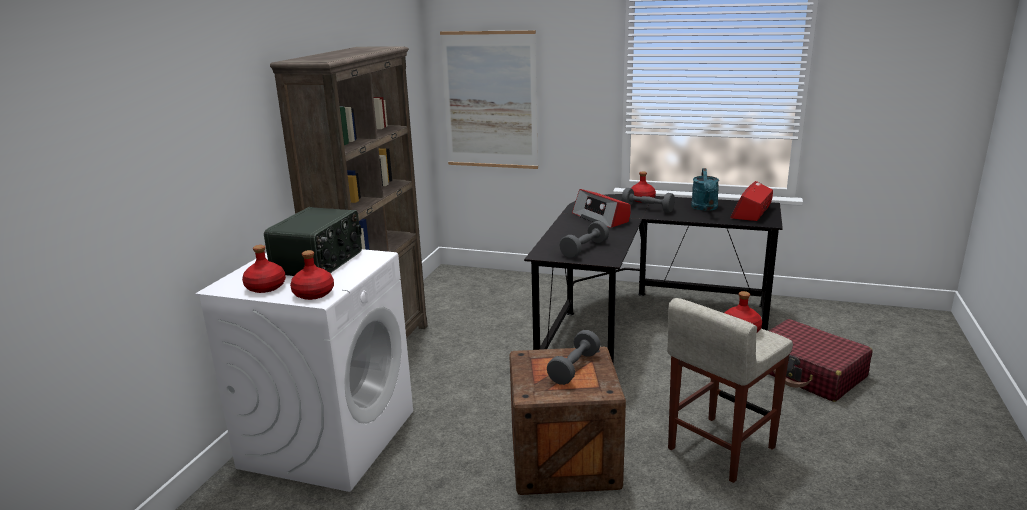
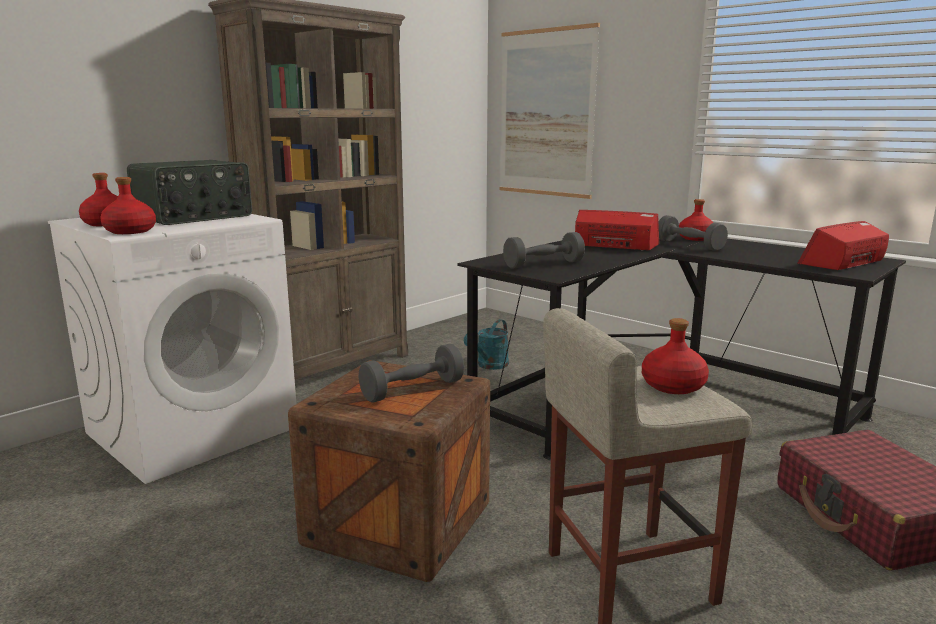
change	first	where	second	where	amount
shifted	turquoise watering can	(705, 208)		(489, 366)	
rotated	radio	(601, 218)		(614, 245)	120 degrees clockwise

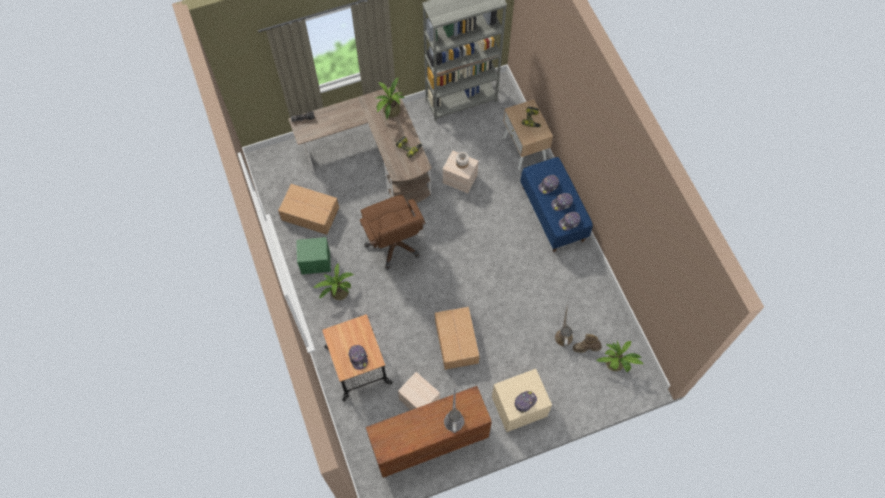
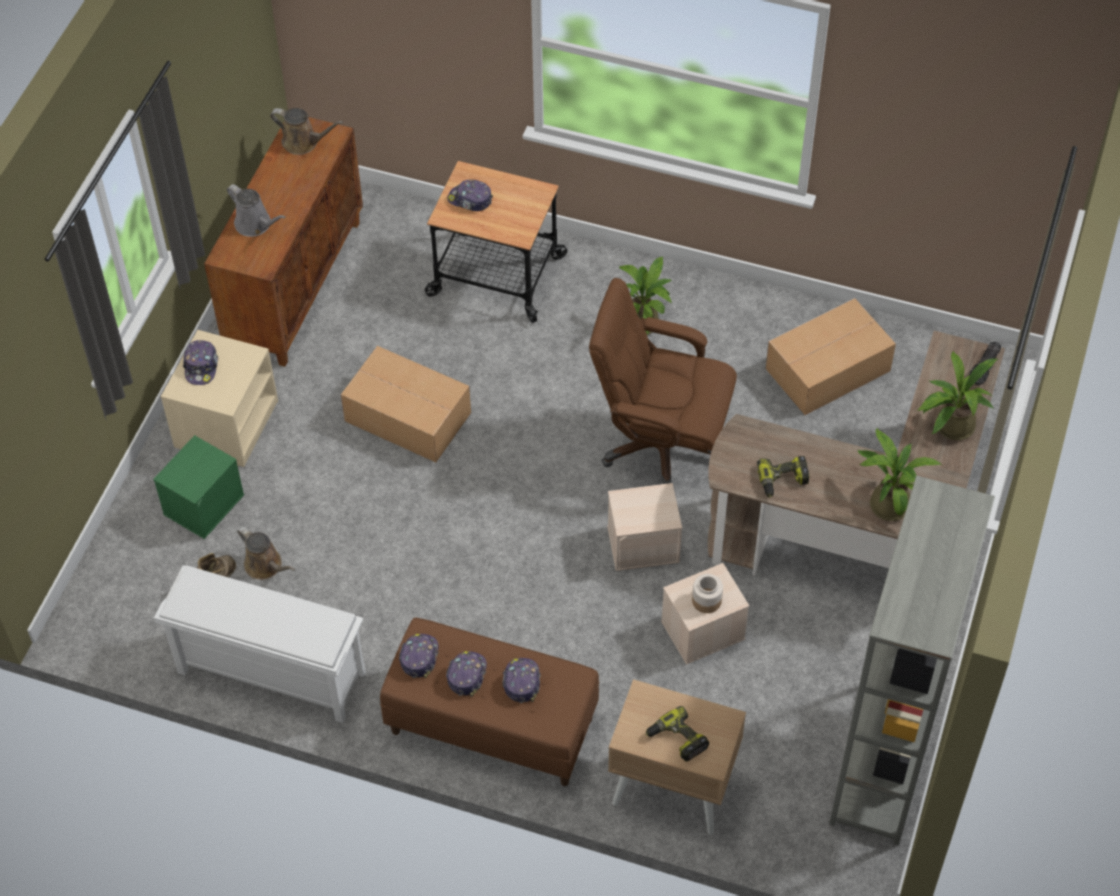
change	first	where	second	where	amount
shifted	green storage box	(315, 262)		(203, 503)	
new			white shoe rack	(269, 673)	
new			brown watering can	(303, 142)	
repainted	blue bench	(553, 214)	brown bench	(491, 726)	
shifted	beige storage box	(418, 400)		(644, 543)	
shifted	potted plant	(616, 364)		(949, 427)	

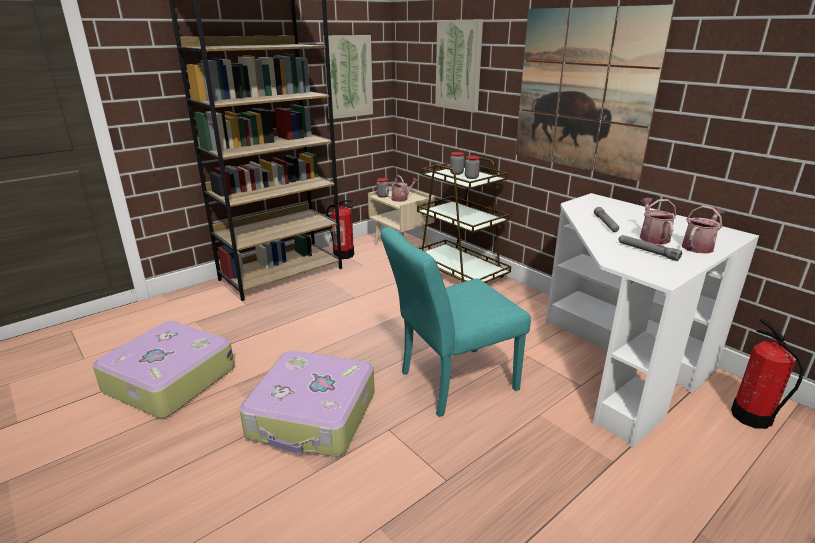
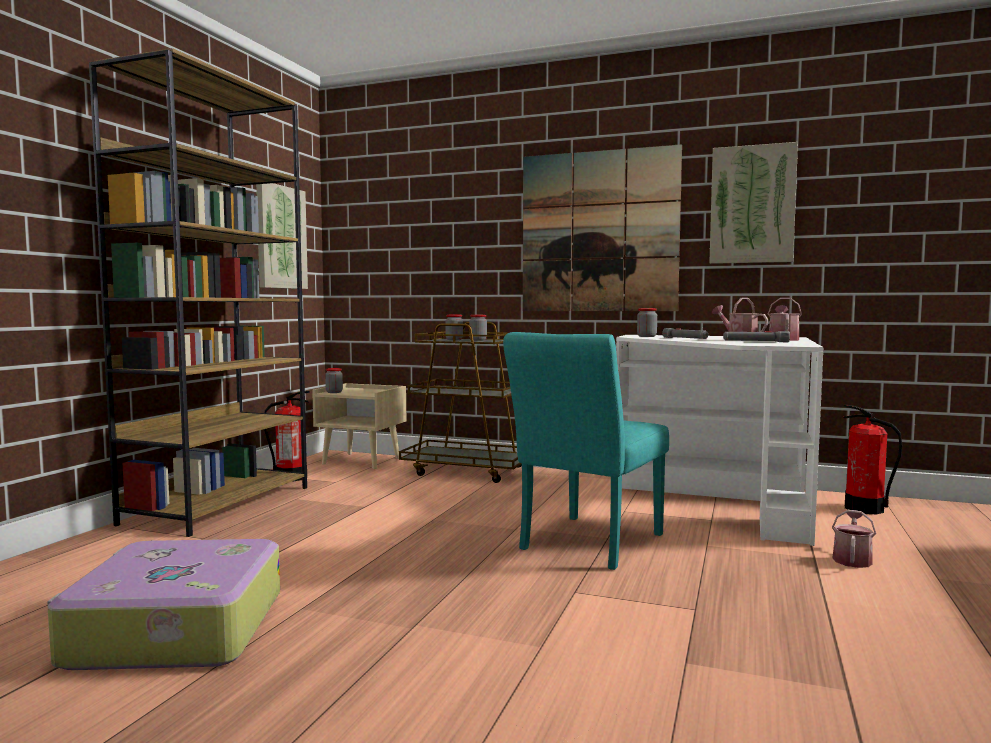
change	first	where	second	where	amount
new			jar	(646, 336)	
shifted	picture	(459, 65)		(752, 205)	
shifted	watering can	(401, 198)		(852, 559)	
gone	suitcase	(313, 416)			

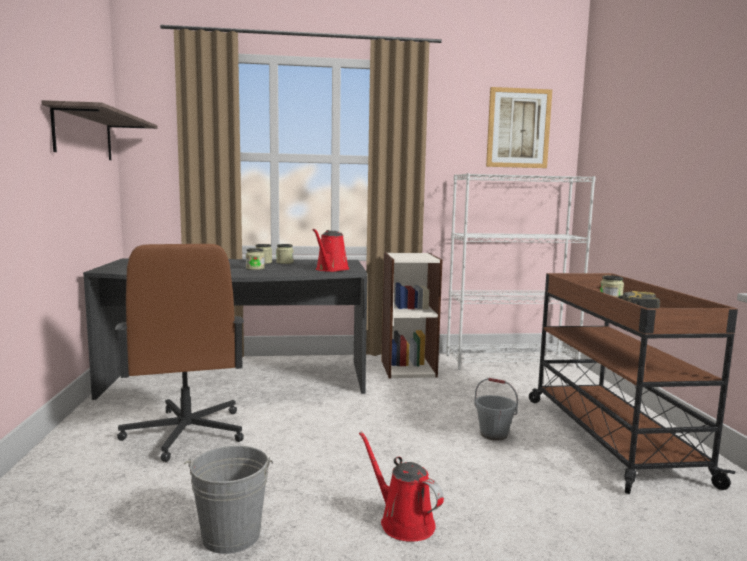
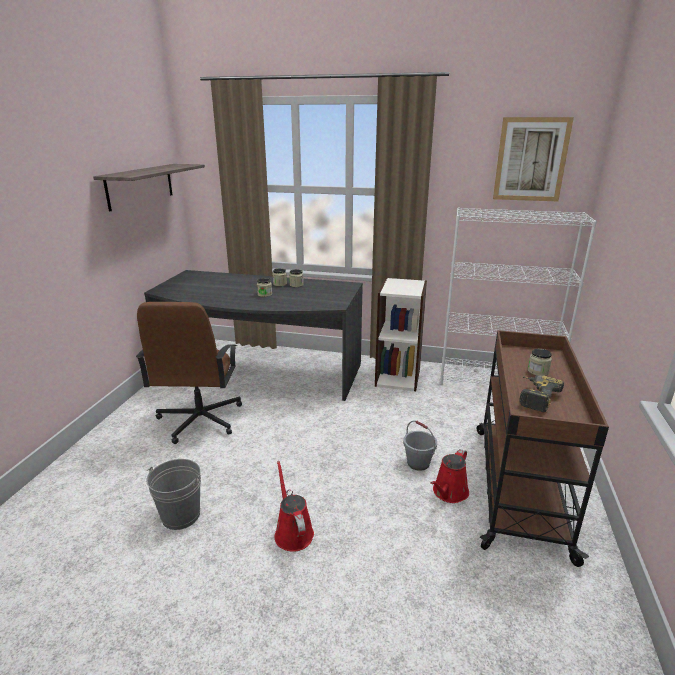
change	first	where	second	where	amount
shifted	red watering can	(331, 269)		(449, 493)	

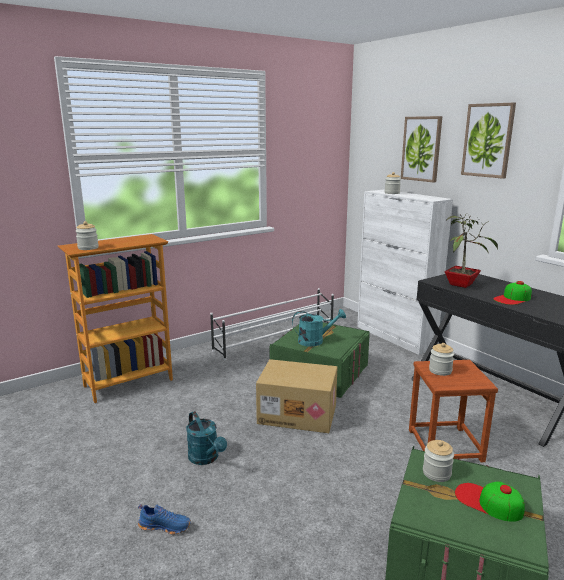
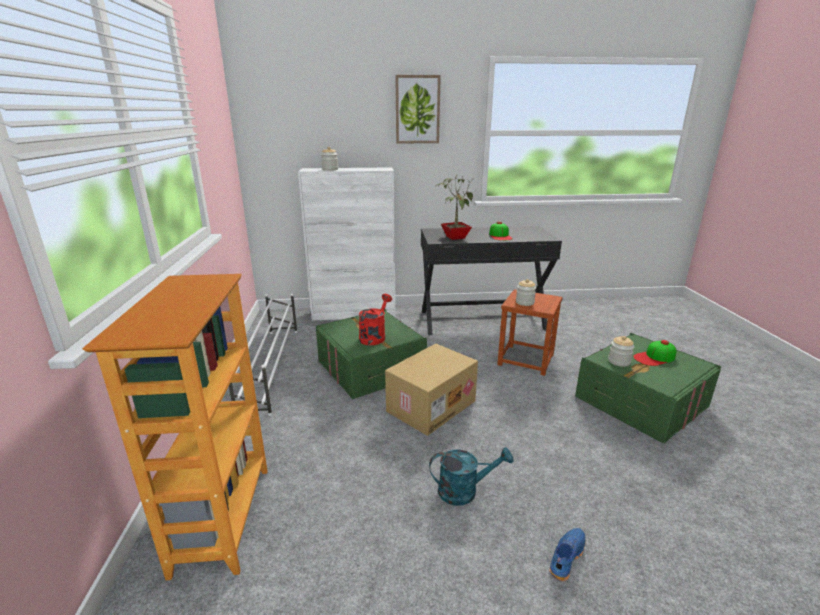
change	first	where	second	where	amount
repainted	turquoise watering can	(315, 341)	red watering can	(374, 336)	
gone	jar	(88, 248)			
gone	picture	(421, 149)			

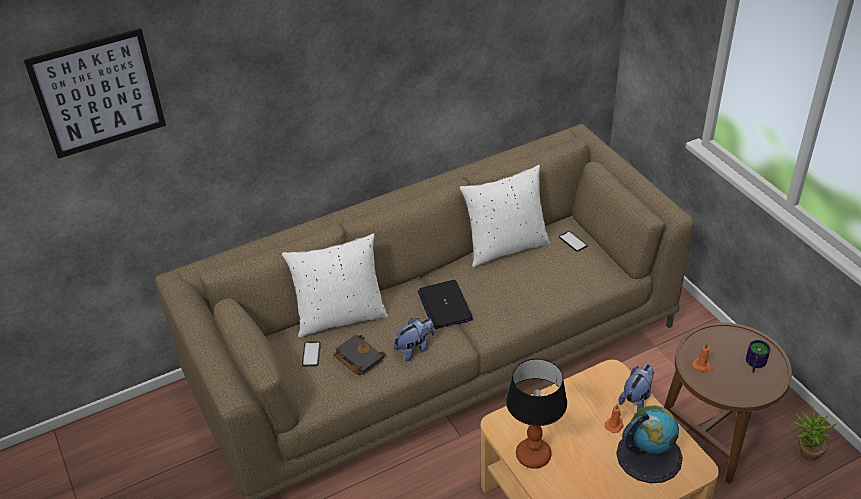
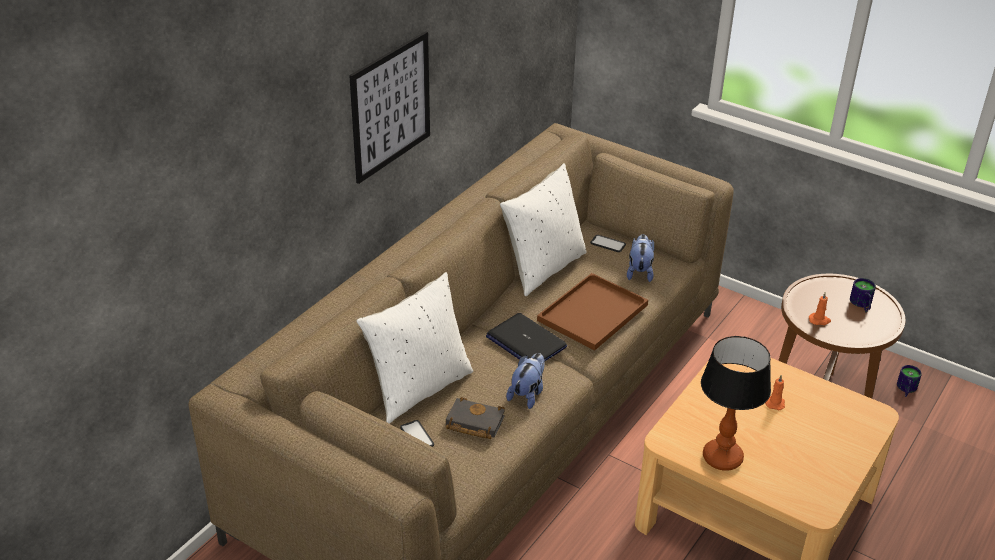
change	first	where	second	where	amount
shifted	picture	(98, 93)		(391, 106)	
new			brown tray	(593, 311)	
shifted	plush toy	(636, 398)		(639, 272)	
swapped	potted plant	(805, 452)	mug	(905, 389)	
gone	globe	(649, 455)			

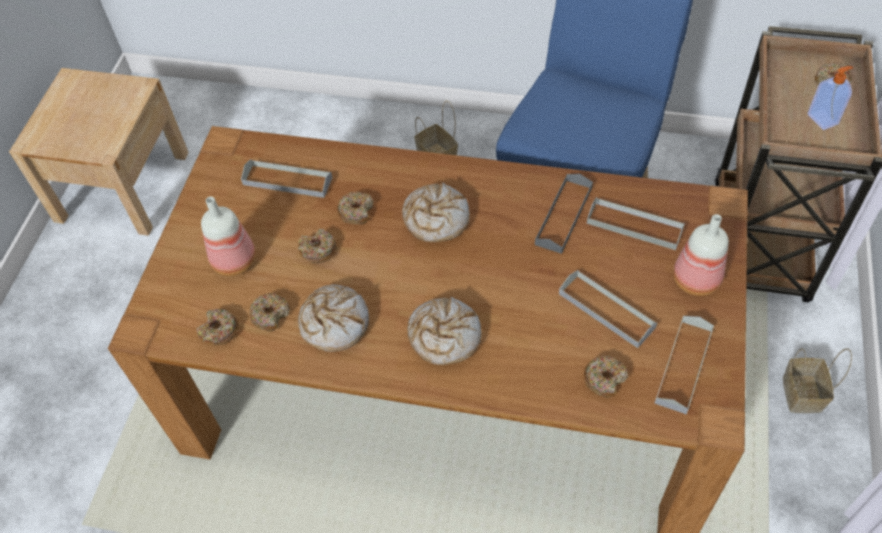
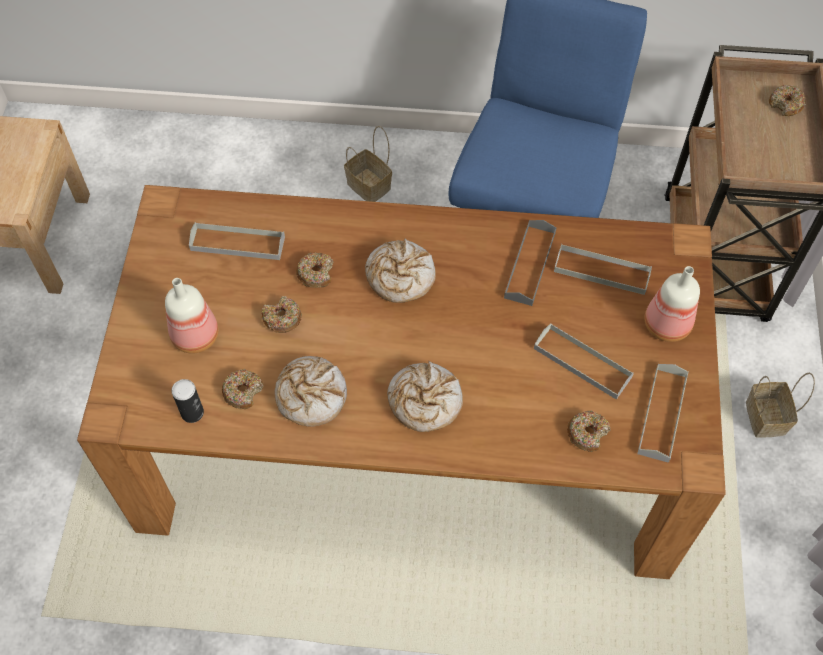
change	first	where	second	where	amount
swapped	donut	(219, 331)	can	(192, 412)	
gone	soap dispenser	(823, 119)			

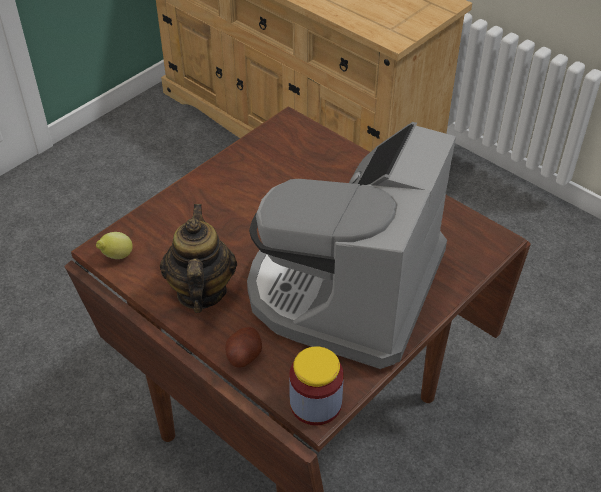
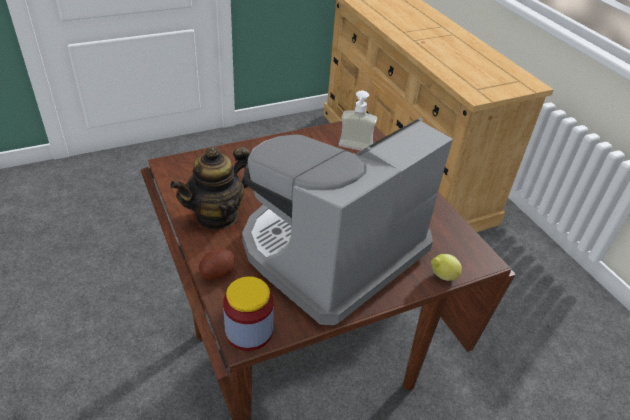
change	first	where	second	where	amount
rotated	teapot	(200, 291)		(217, 215)	150 degrees counterclockwise
new			soap dispenser	(354, 150)	
shifted	lemon	(116, 256)		(442, 277)	

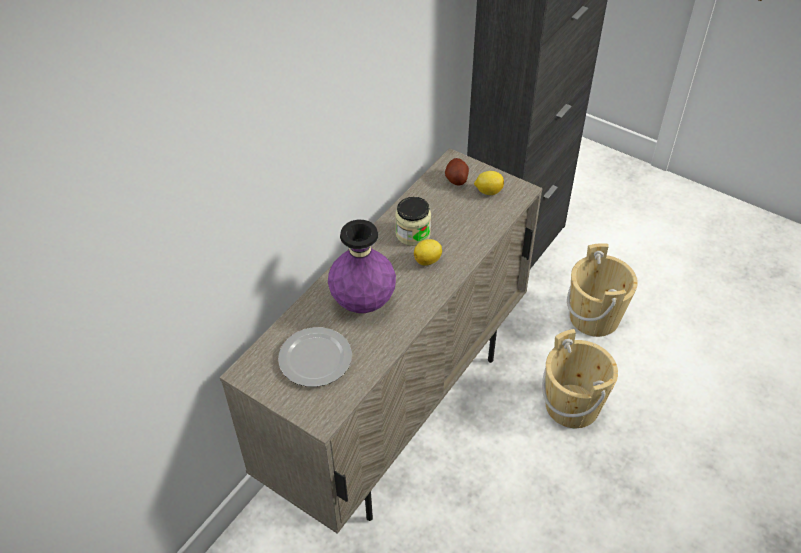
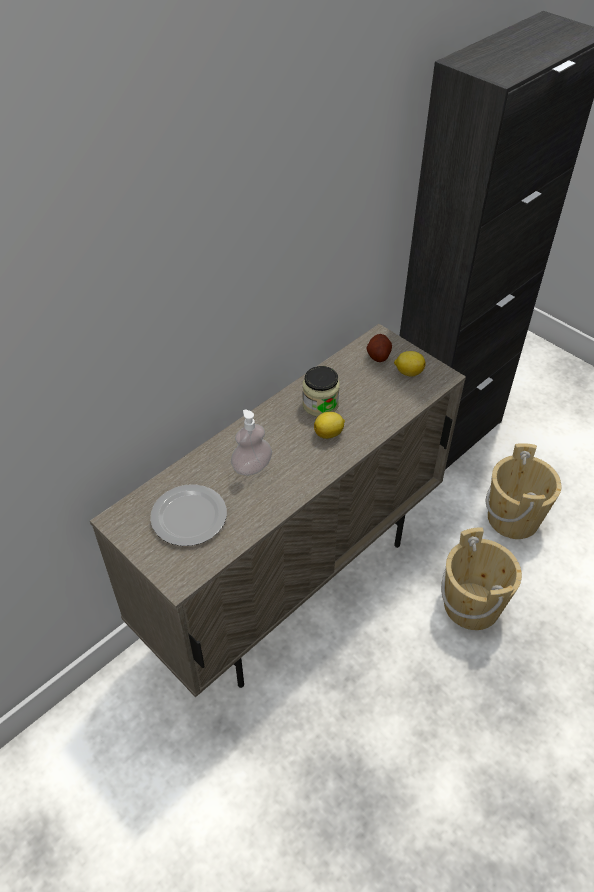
change	first	where	second	where	amount
swapped	purple vase	(363, 303)	soap dispenser	(252, 467)	

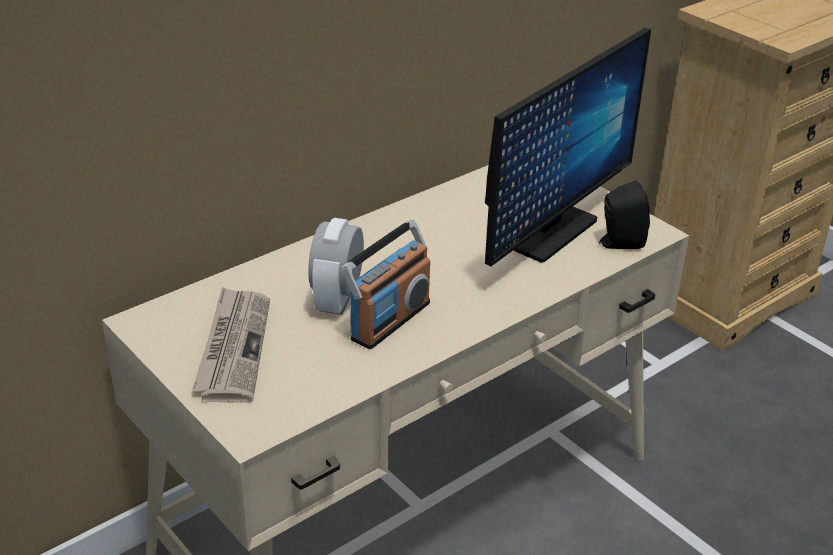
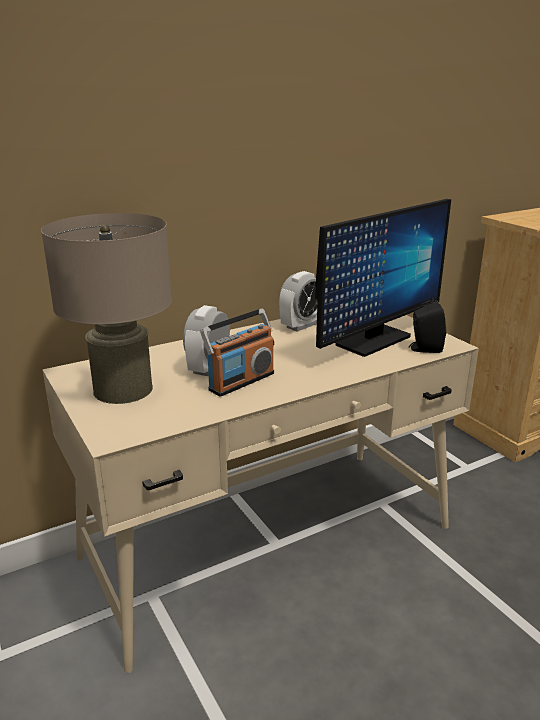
change	first	where	second	where	amount
swapped	newspaper	(233, 348)	beige table lamp	(123, 389)	
new			alarm clock	(301, 325)	

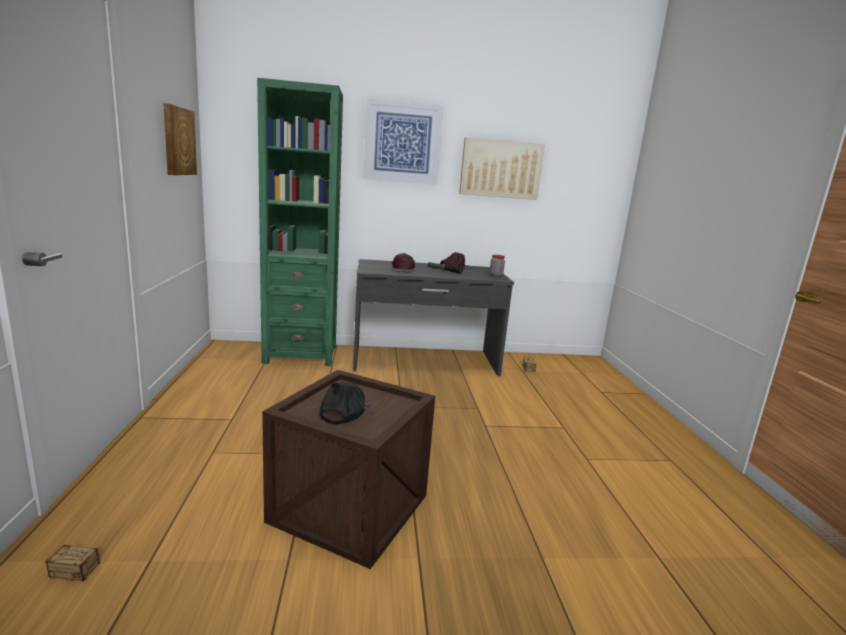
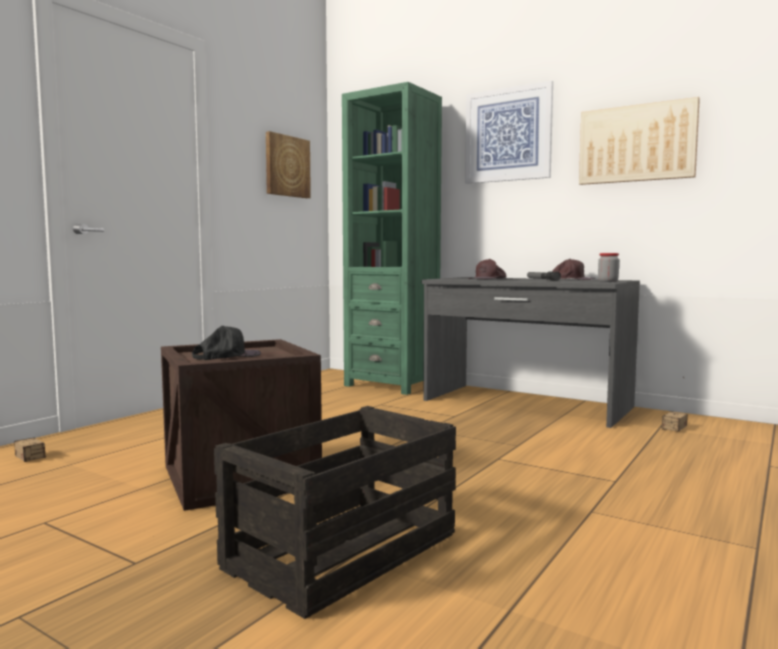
change	first	where	second	where	amount
new			crate	(341, 552)	

